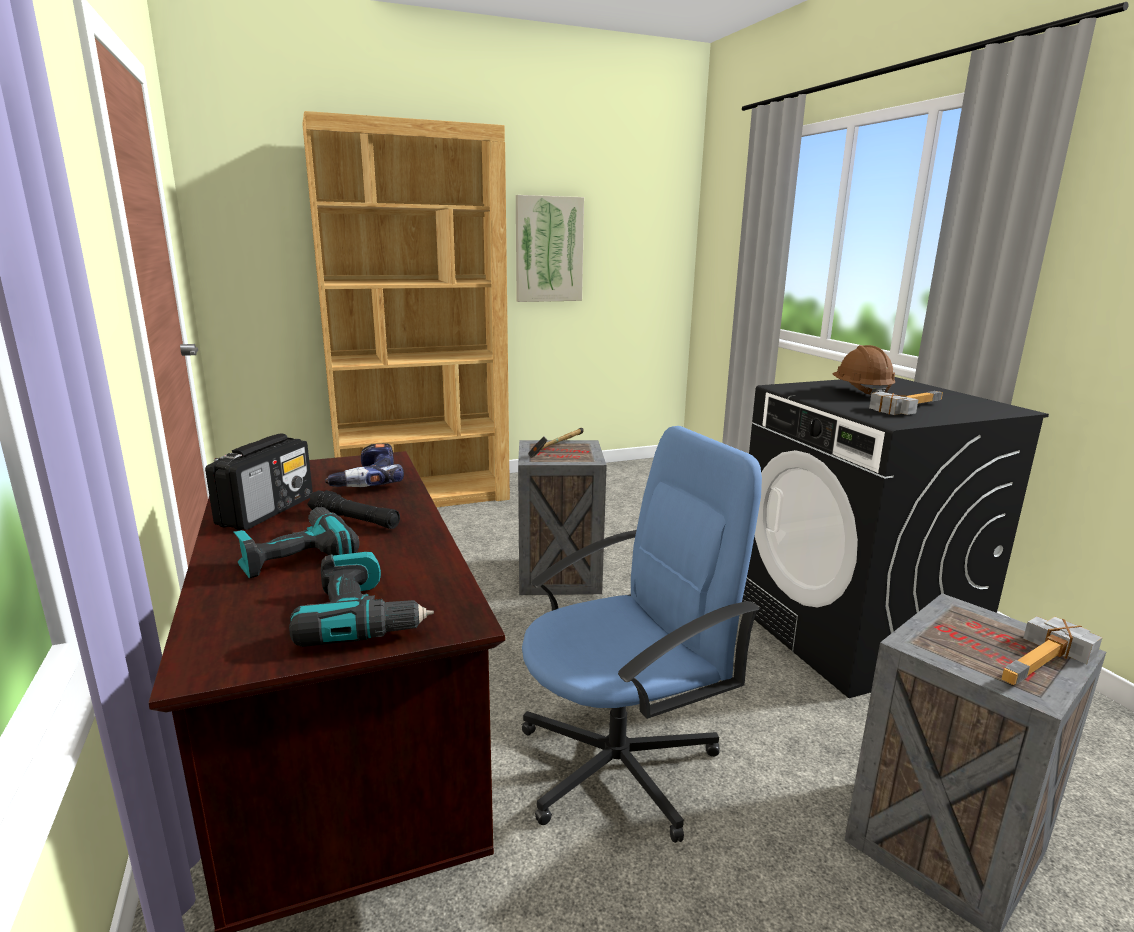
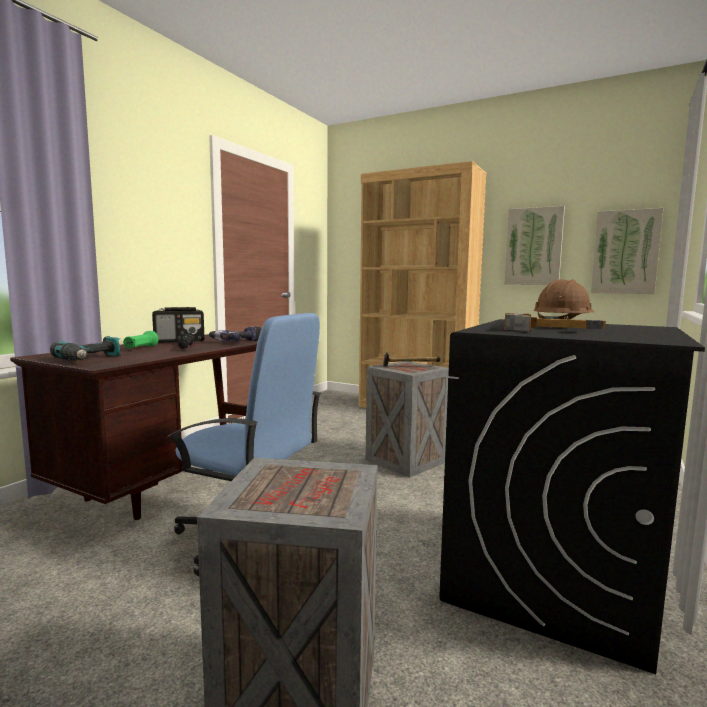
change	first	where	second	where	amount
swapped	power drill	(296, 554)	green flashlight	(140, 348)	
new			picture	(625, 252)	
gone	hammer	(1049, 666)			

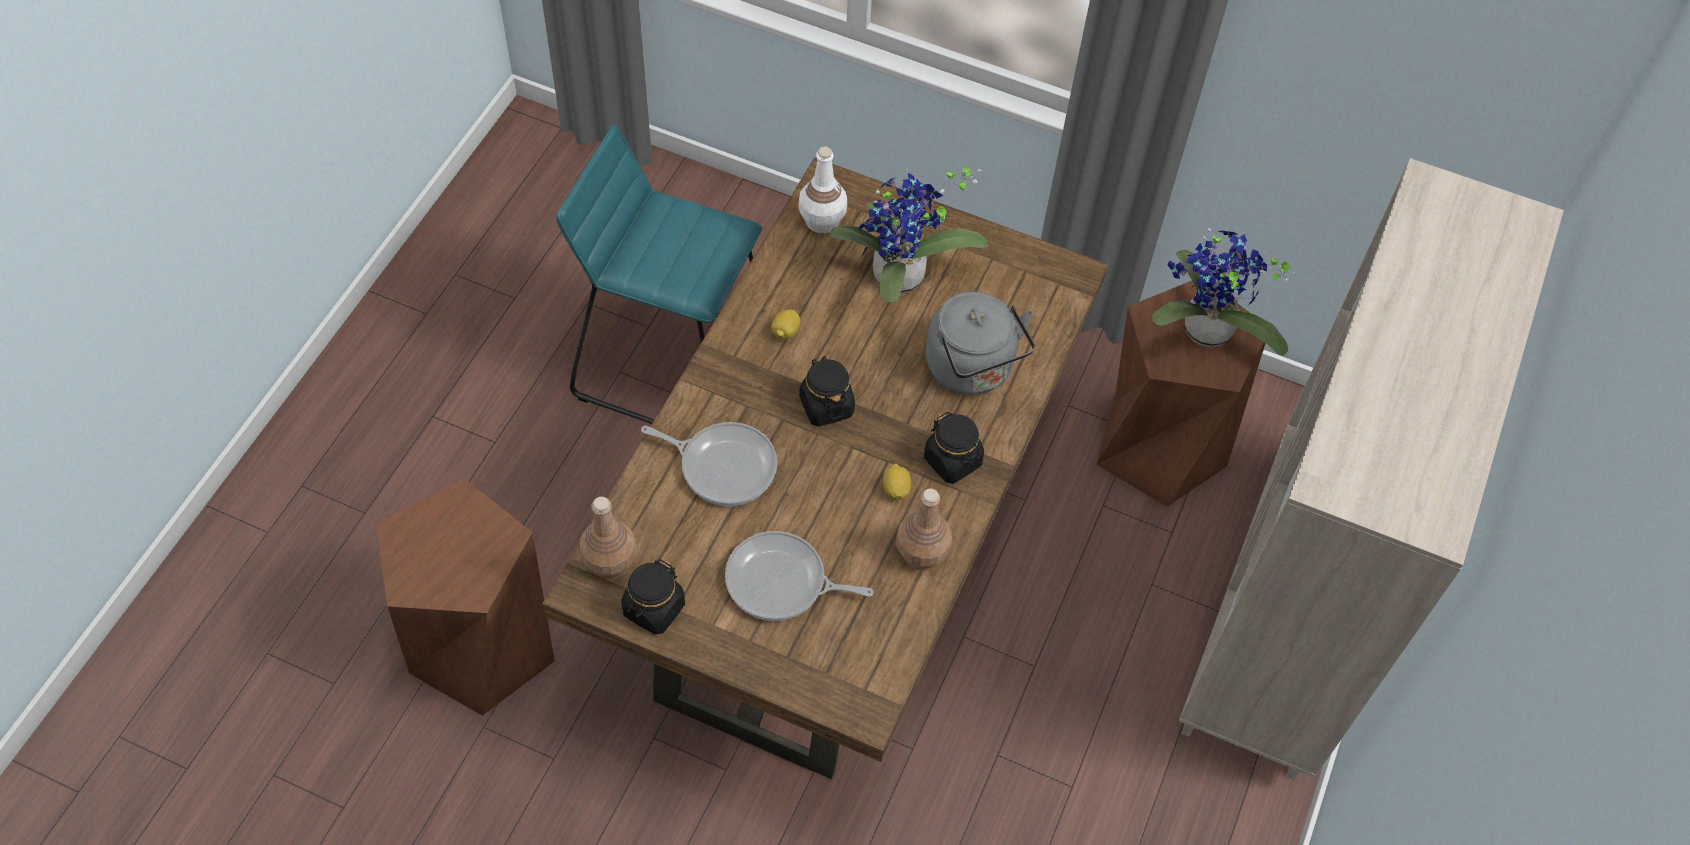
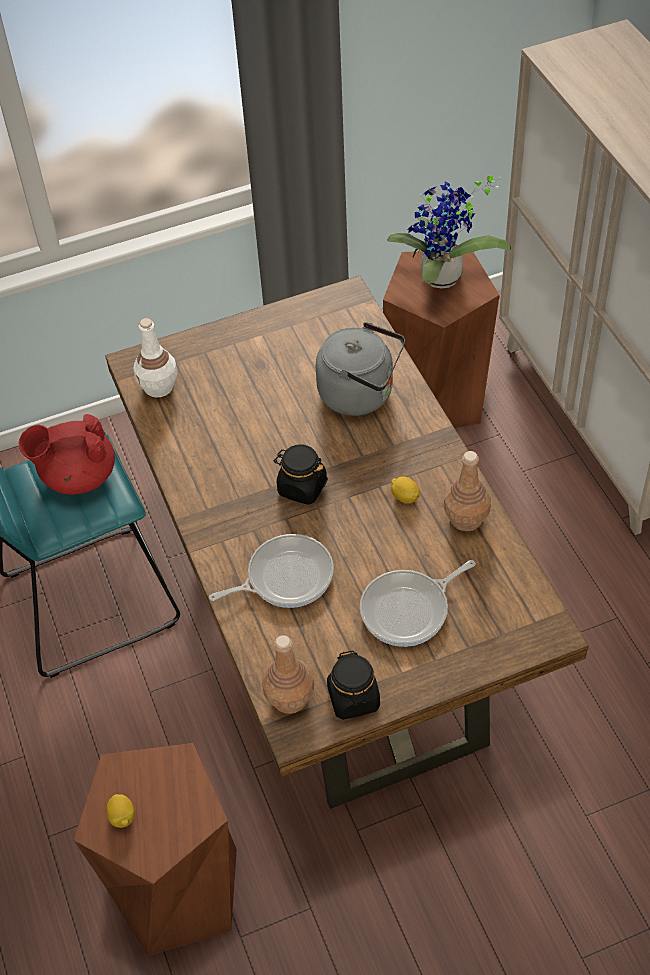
change	first	where	second	where	amount
new			red teapot	(77, 476)	
shifted	lemon	(785, 332)		(122, 817)	
gone	potted plant	(900, 282)			
gone	black jar	(953, 461)			

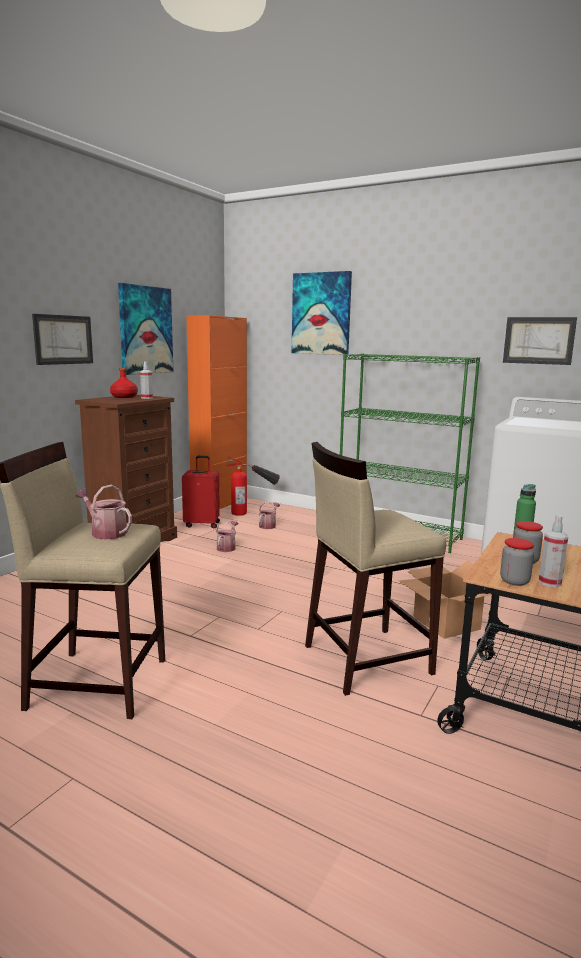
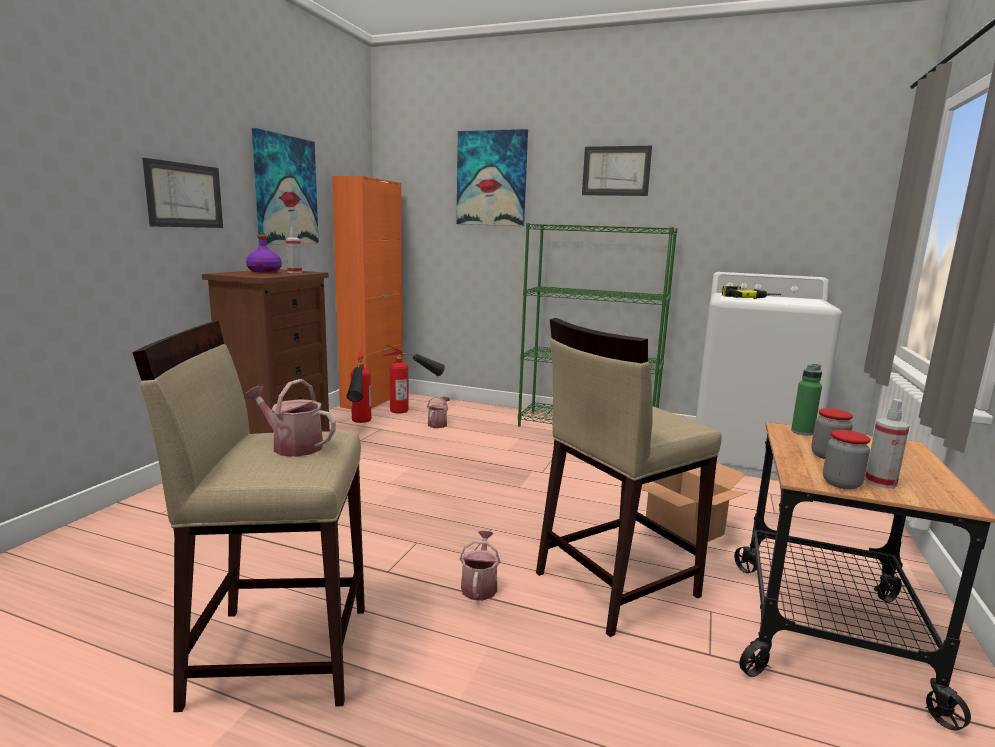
change	first	where	second	where	amount
repainted	red bottle	(124, 397)	purple bottle	(264, 271)	
swapped	red suitcase	(202, 524)	fire extinguisher	(359, 425)	
shifted	watering can	(227, 547)		(479, 585)	
shifted	picture	(538, 340)		(616, 171)	
new			power drill	(748, 297)	

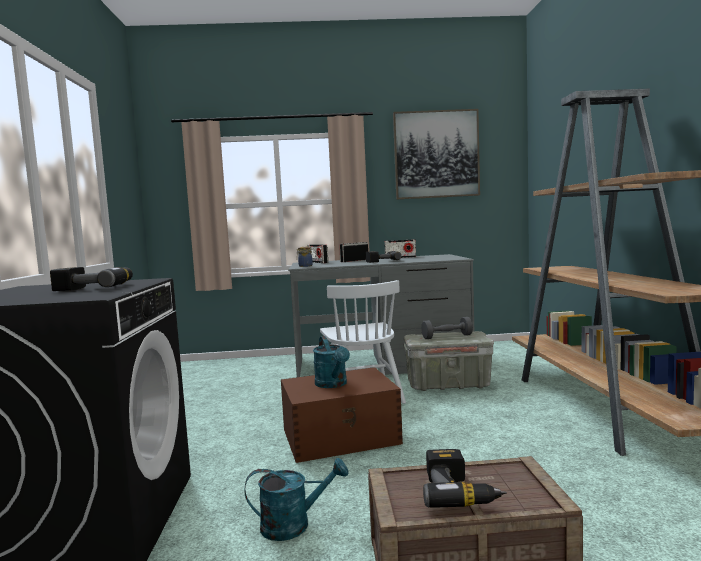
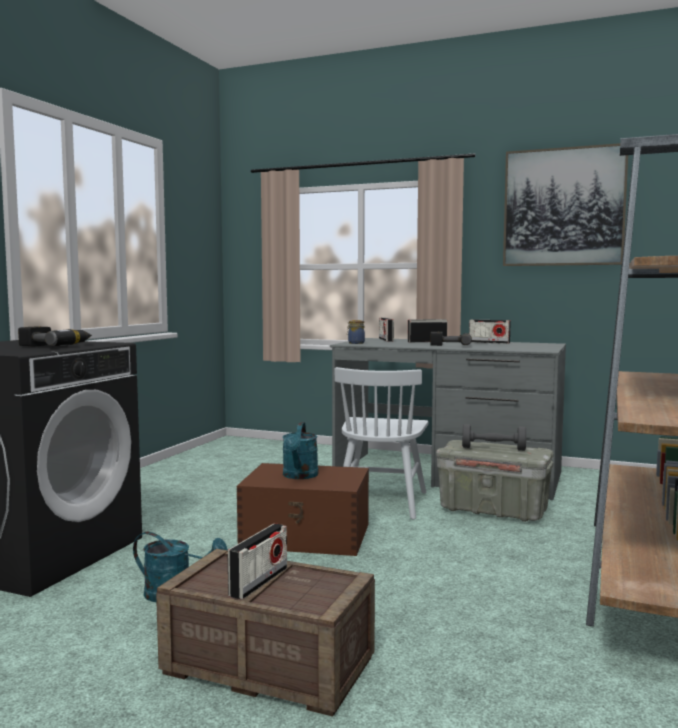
change	first	where	second	where	amount
swapped	power drill	(459, 491)	radio	(259, 582)	

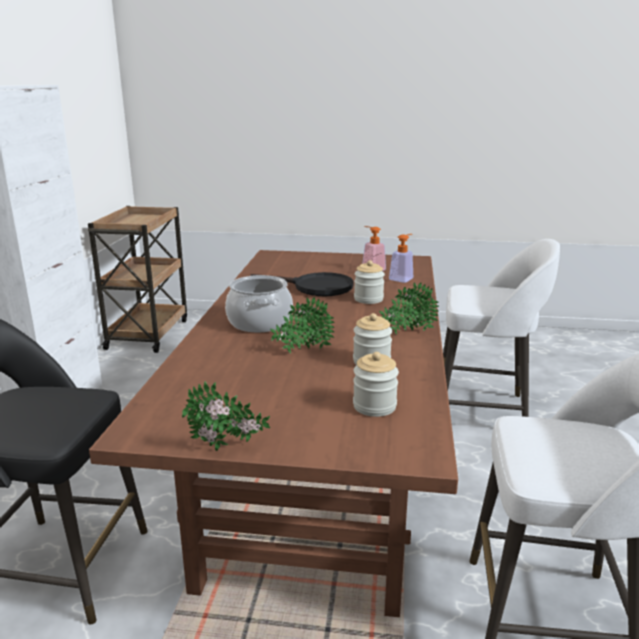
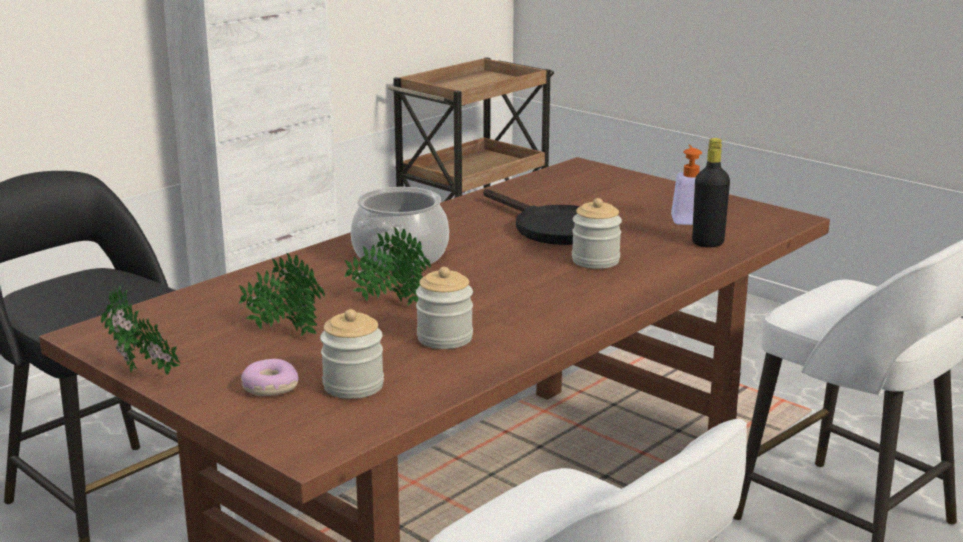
change	first	where	second	where	amount
shifted	potted plant	(407, 332)		(284, 331)	
new			donut	(269, 387)	
swapped	soap dispenser	(403, 278)	black bottle	(707, 243)	

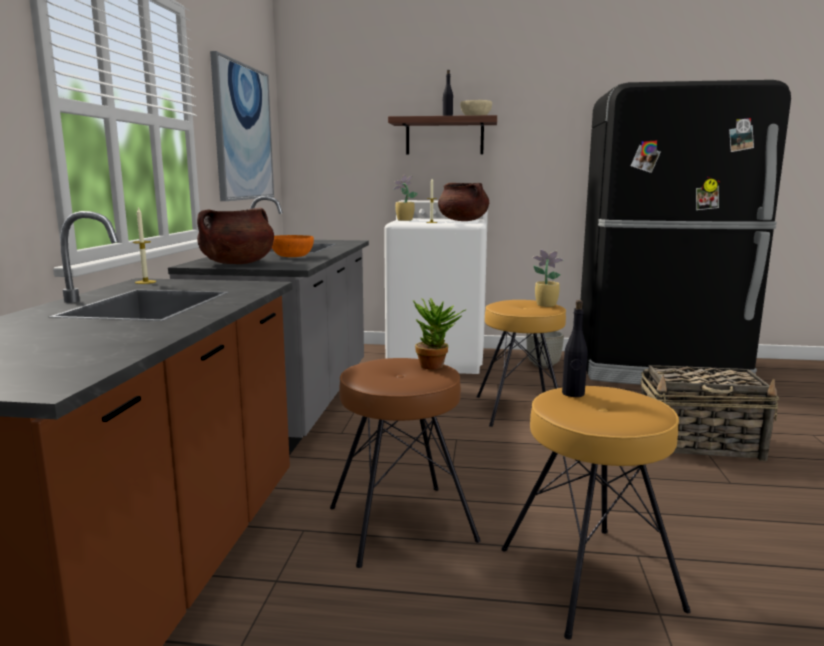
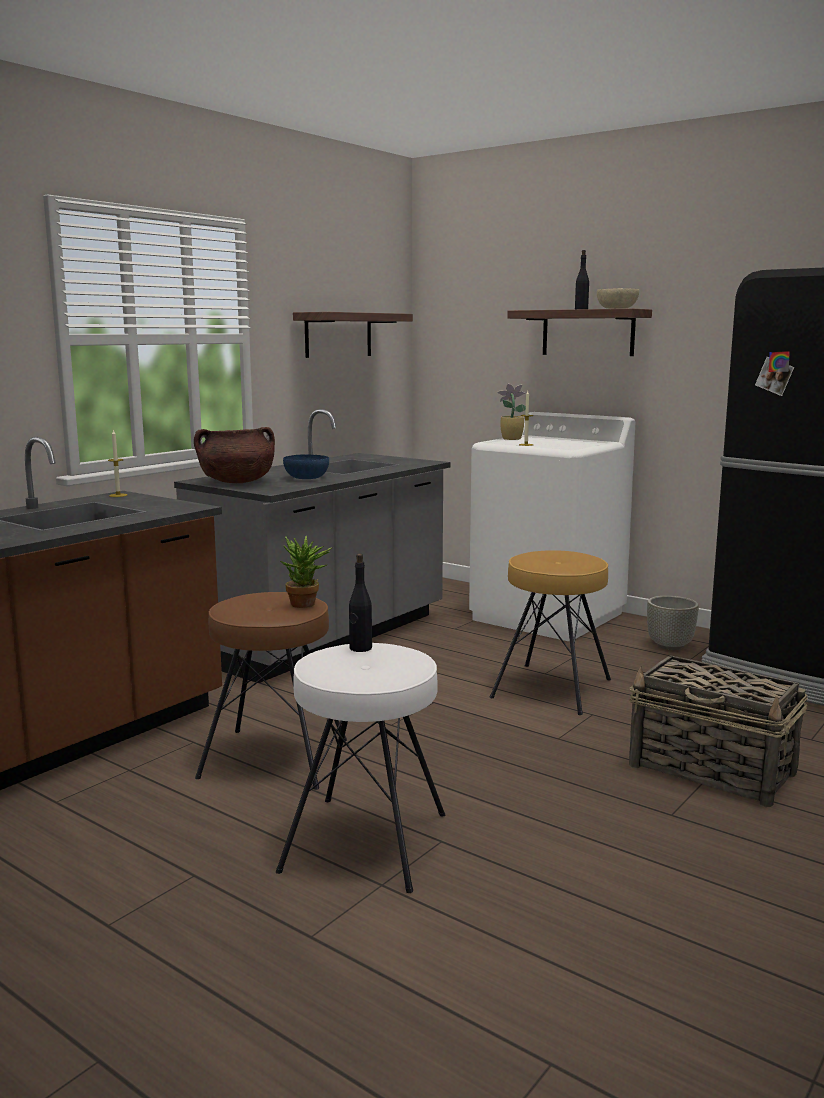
change	first	where	second	where	amount
repainted	brown stool	(589, 577)	white stool	(366, 842)	
repainted	orange bowl	(291, 256)	blue bowl	(306, 478)	
swapped	picture	(243, 133)	shelf	(338, 335)	
gone	brown cooking pot	(463, 221)			
gone	potted plant	(545, 305)			

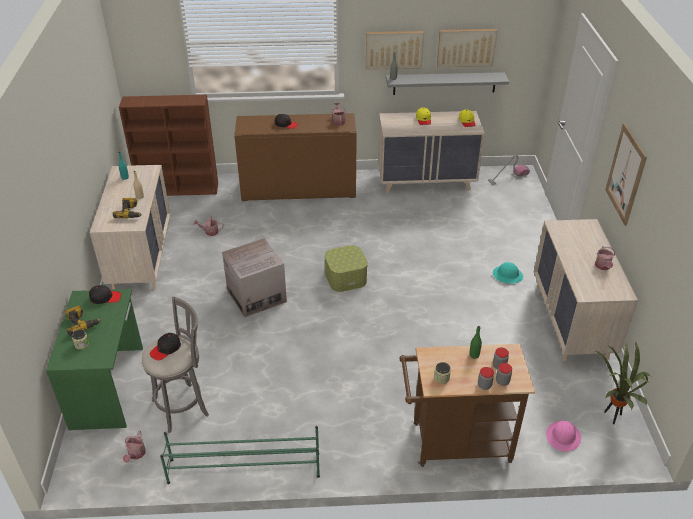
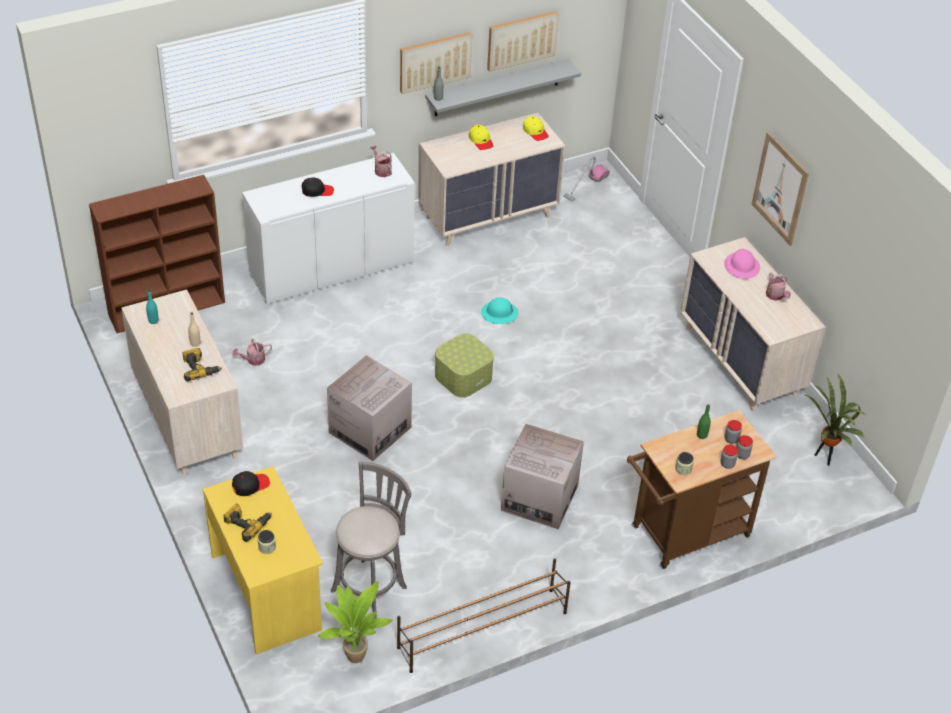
change	first	where	second	where	amount
repainted	green desk	(109, 386)	yellow desk	(267, 591)	
repainted	brown cabinet	(298, 190)	white cabinet	(331, 269)	
swapped	watering can	(136, 454)	potted plant	(354, 655)	
repainted	green shoe rack	(243, 468)	brown shoe rack	(481, 630)	
shifted	turquoise hard hat	(507, 275)		(499, 313)	
new			cardboard box	(539, 498)	
shifted	pink hard hat	(563, 437)		(742, 266)	
gone	black cap	(166, 349)			

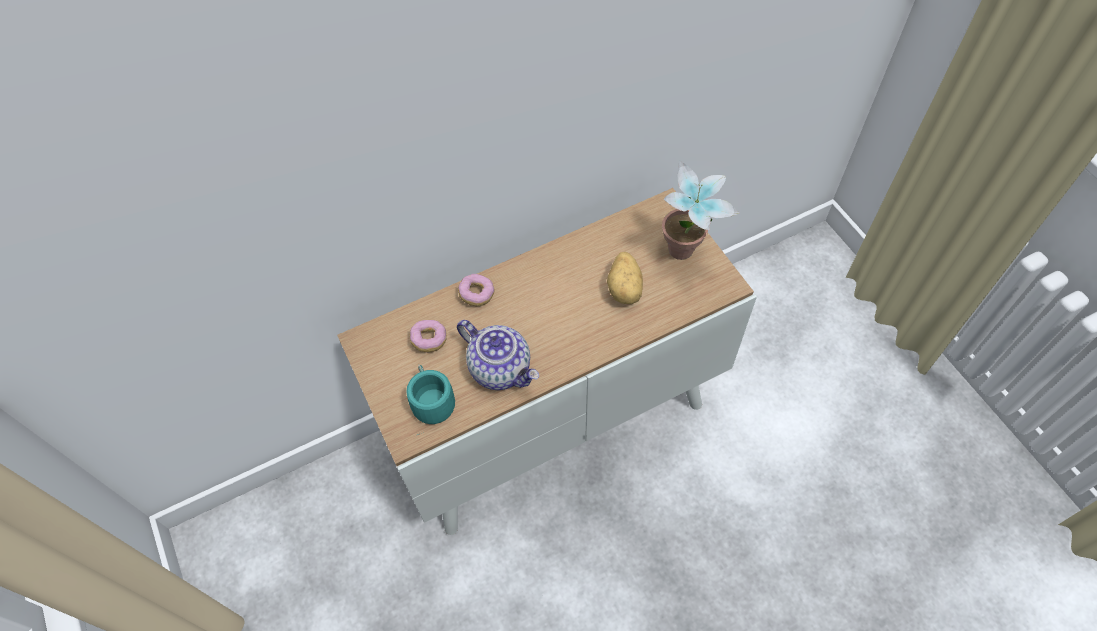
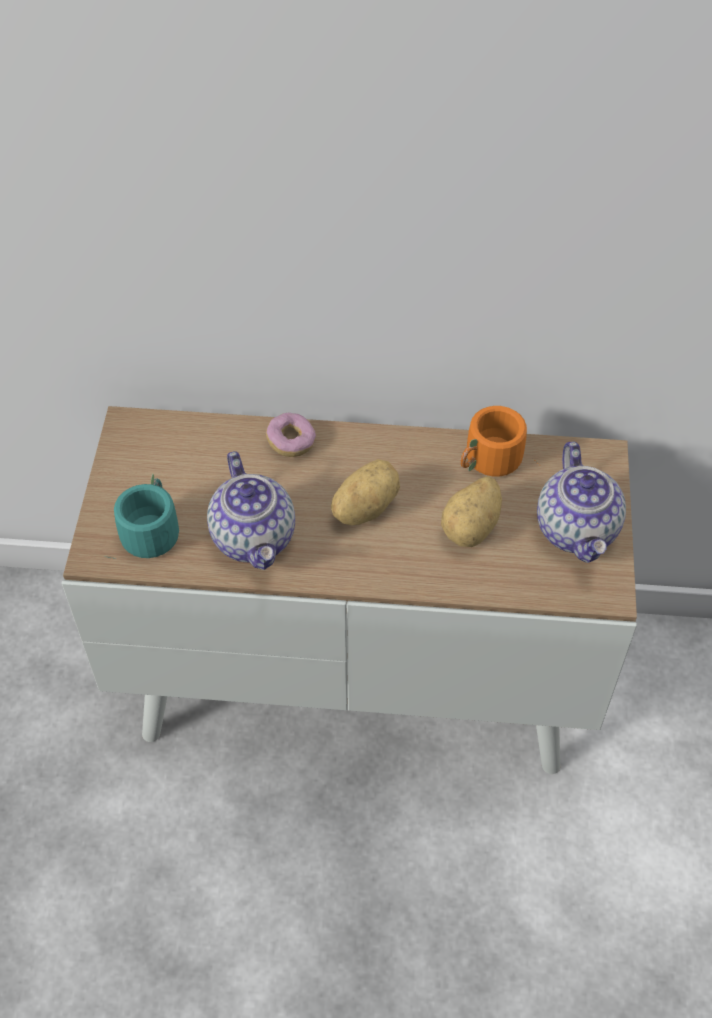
change	first	where	second	where	amount
new			potato	(363, 507)	
new			orange mug	(490, 463)	
swapped	potted plant	(685, 257)	teapot	(578, 530)	
gone	donut	(429, 340)			

